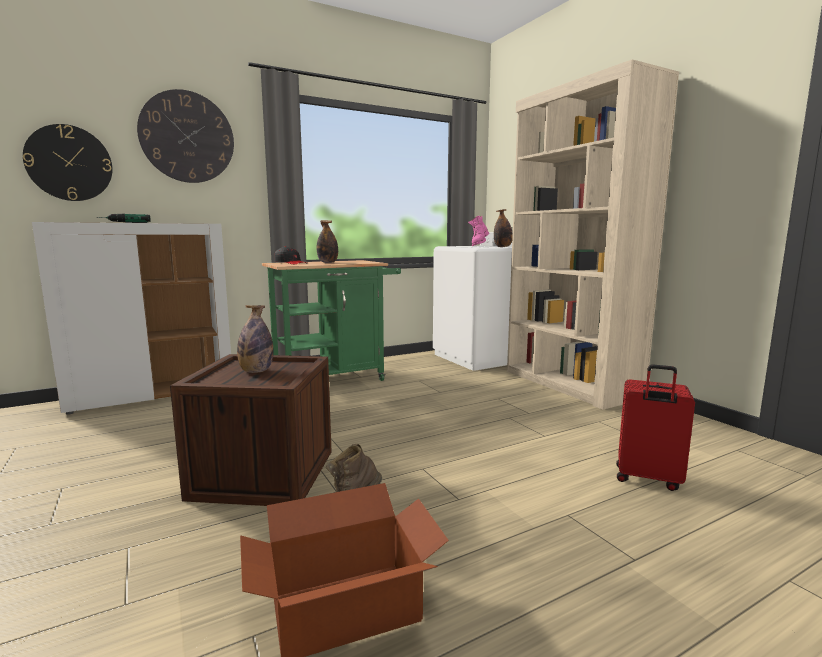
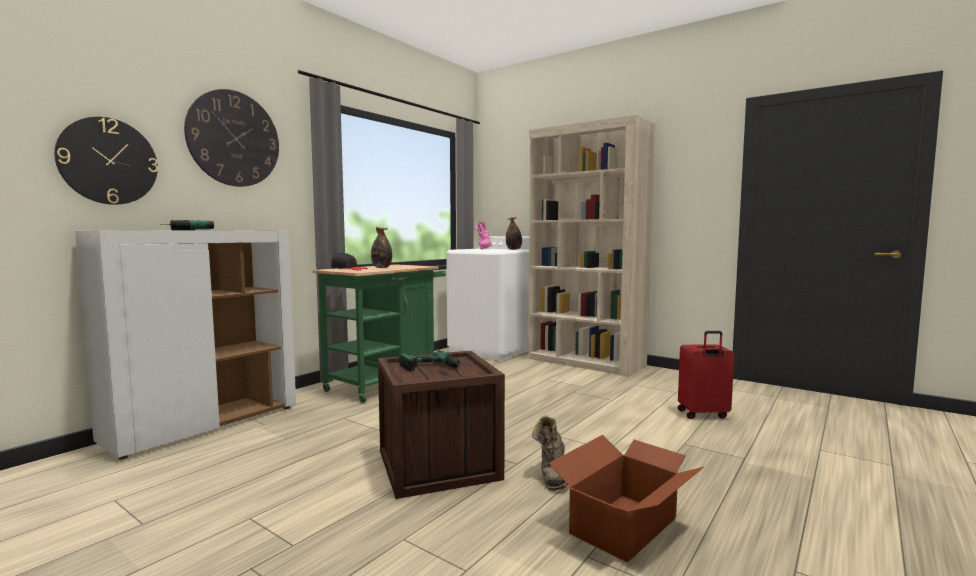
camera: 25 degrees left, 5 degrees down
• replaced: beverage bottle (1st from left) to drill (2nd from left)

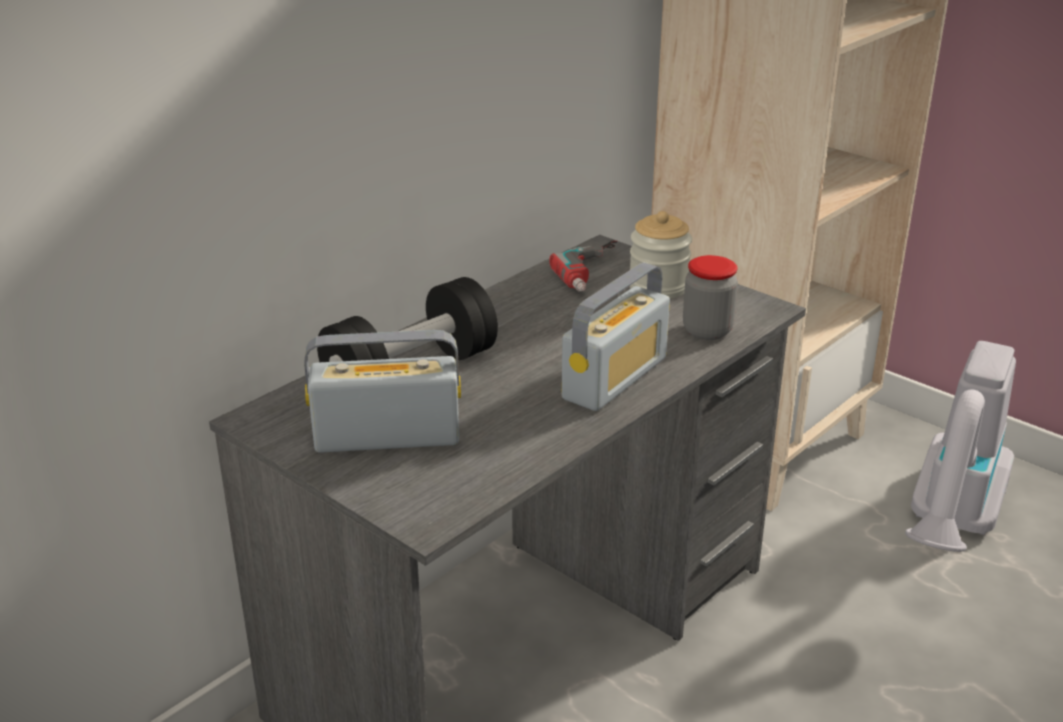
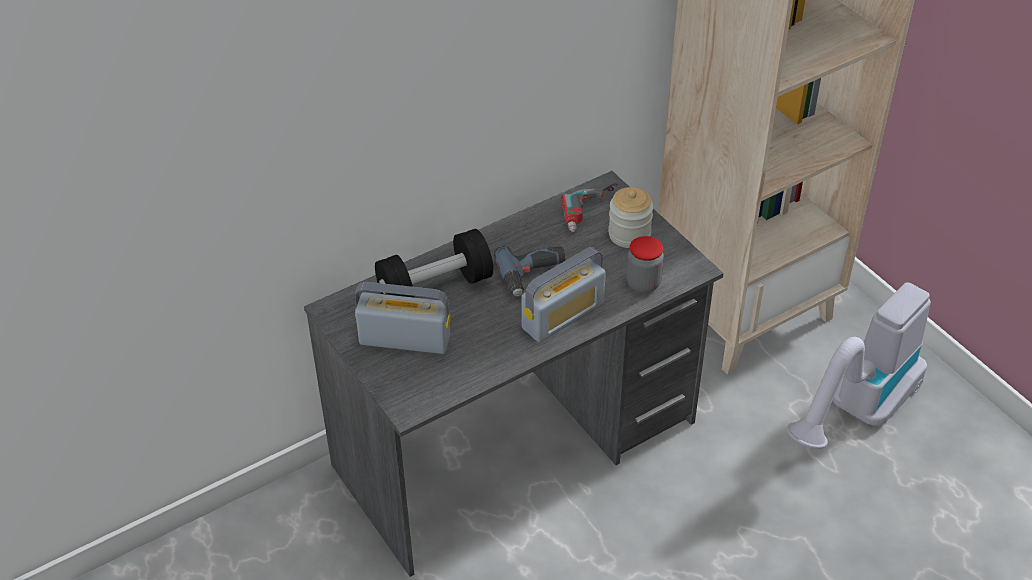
camera: 15 degrees right, 15 degrees up
• added: drill (1st from left)

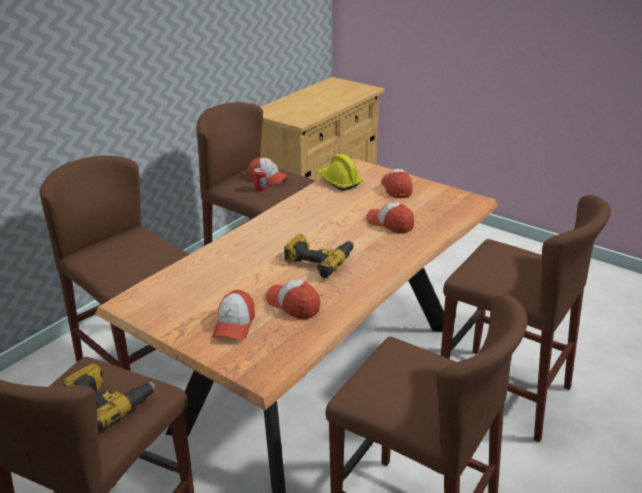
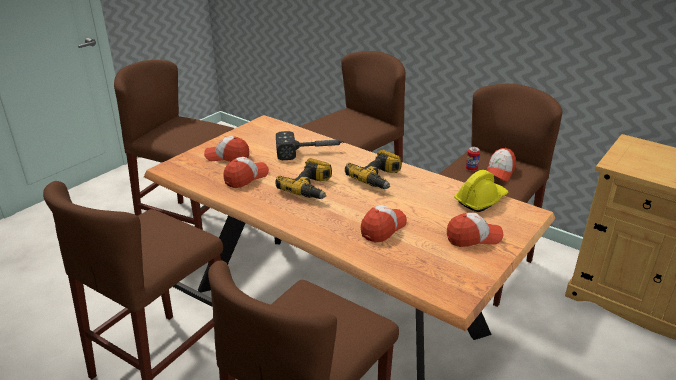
camera: 90 degrees right, 0 degrees up
• moved: drill (1st from left in the first image) to drill (2nd from left)
• added: hand hammer

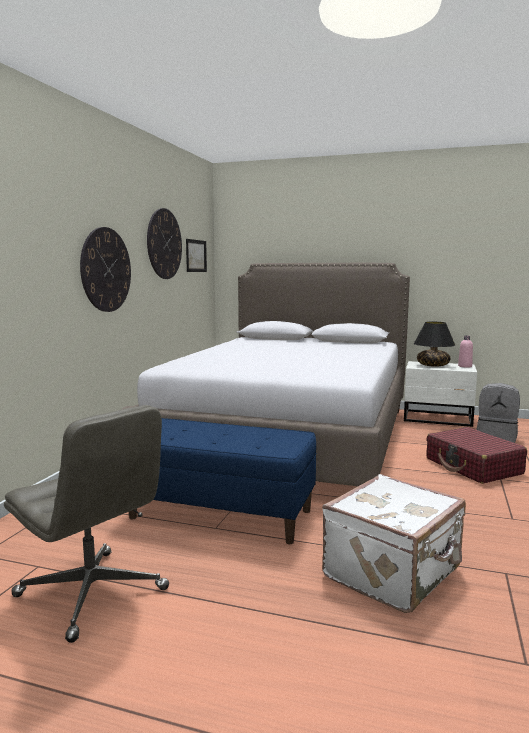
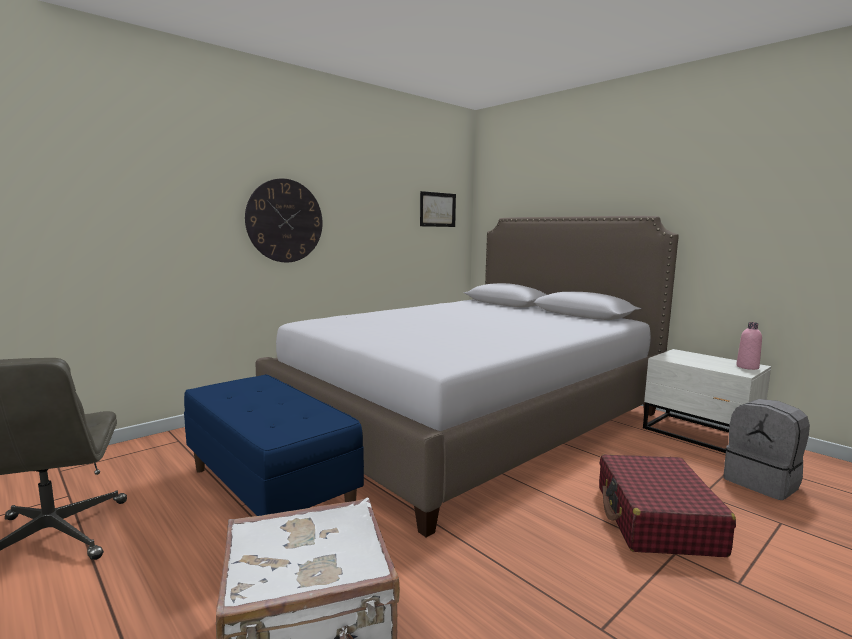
camera: 30 degrees right, 0 degrees up
• removed: clock on the wall (2nd from left)
• removed: black lamp for a table

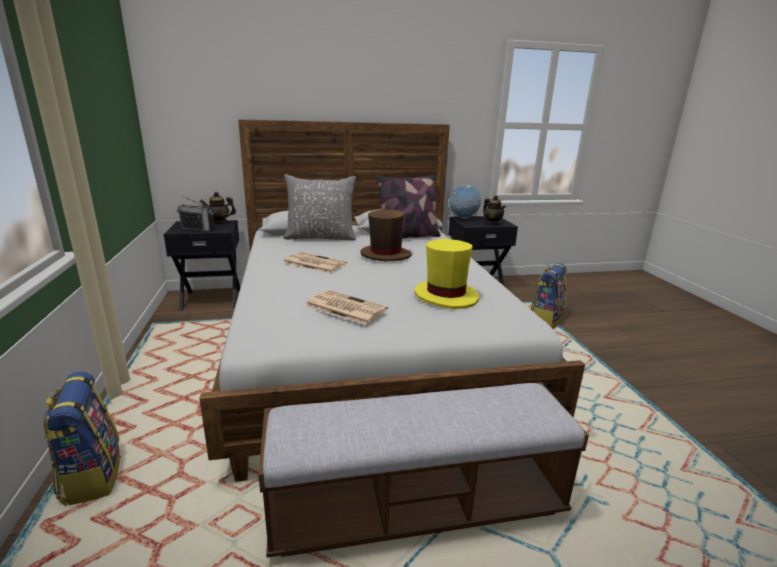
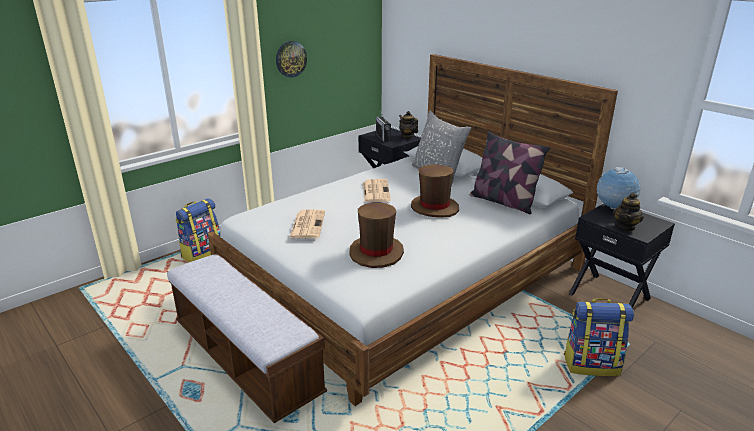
camera: 60 degrees right, 5 degrees up
• recoloured: yellow-coloured hat to brownish hat (1st from left)
• added: clock on the wall

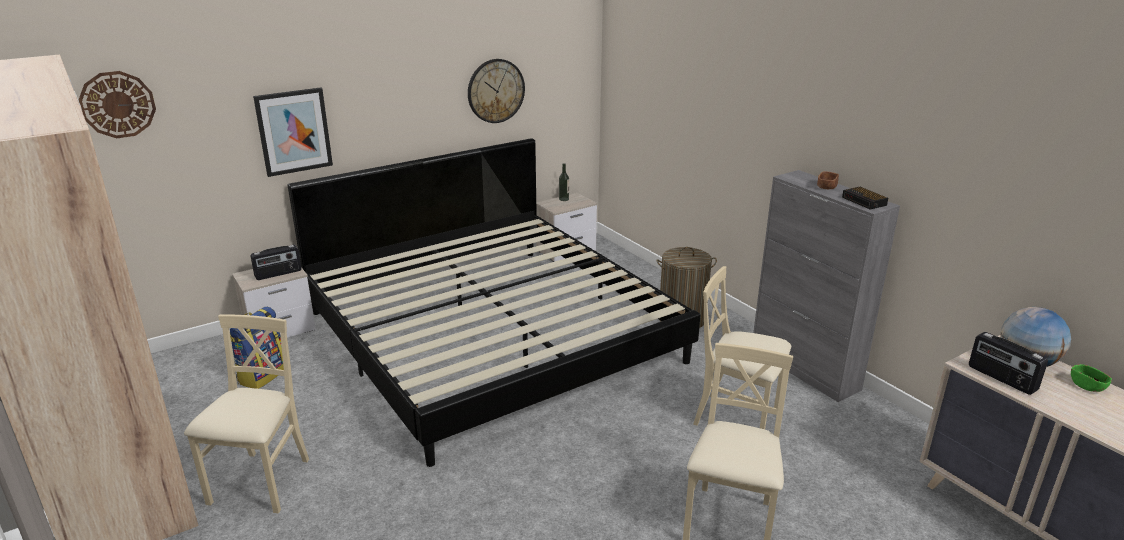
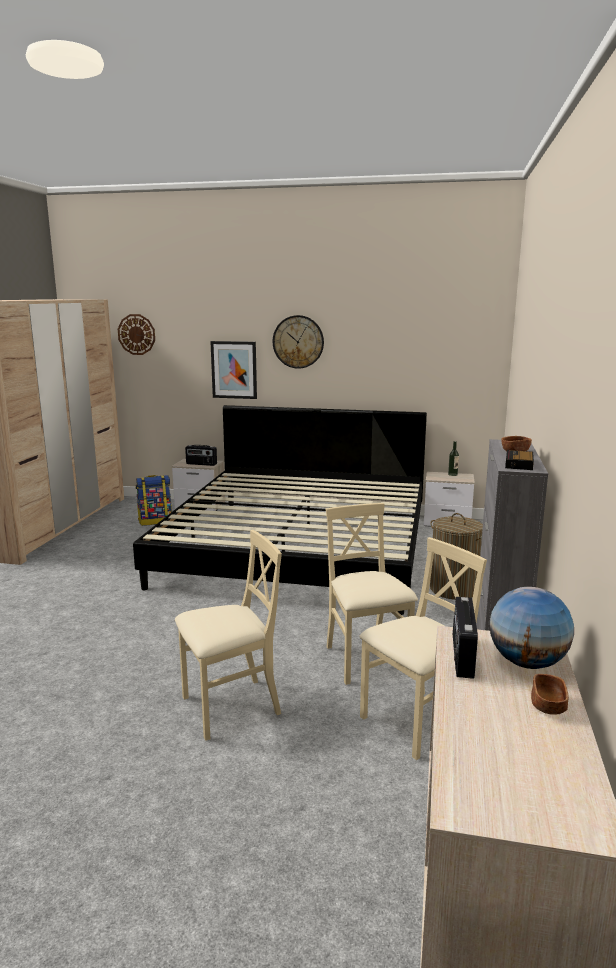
camera: 45 degrees right, 10 degrees down
• moved: clock on the wall (2nd from left)
• moved: beige chair (1st from left in the first image) to beige chair (3rd from left)
• recoloured: green deep dish to brownish deep dish (2nd from left)

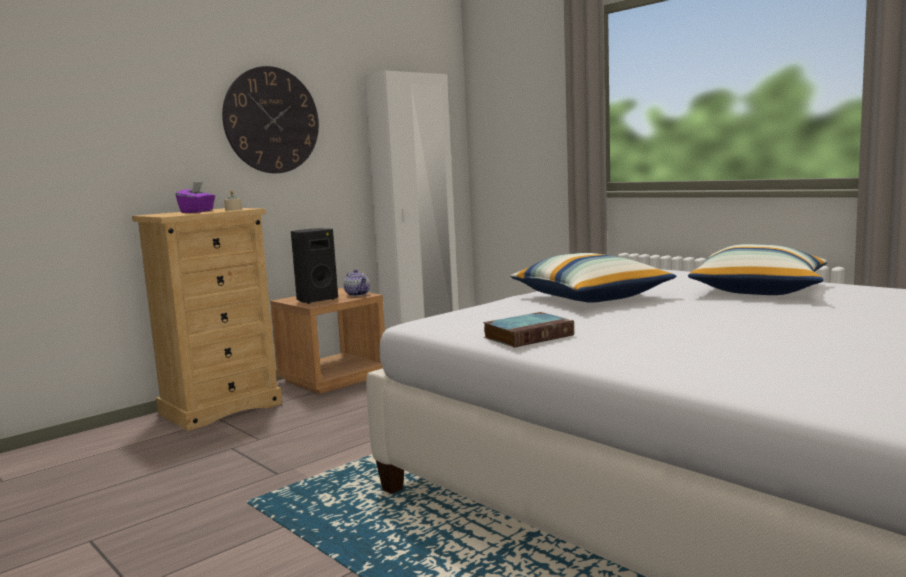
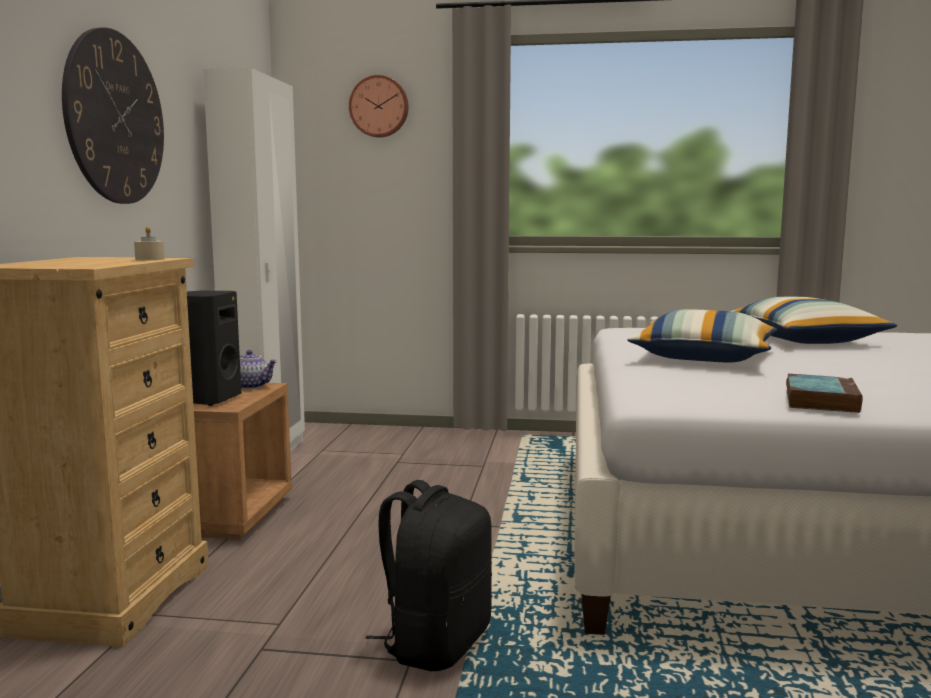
camera: 40 degrees left, 0 degrees up
• removed: purple tissue holder
• added: clock on the wall (2nd from left)
• added: black backpack

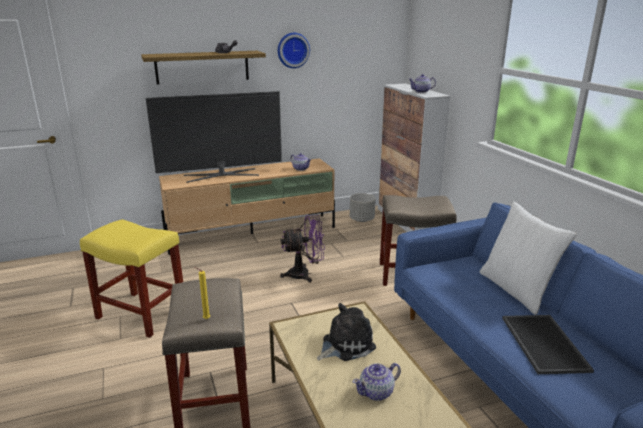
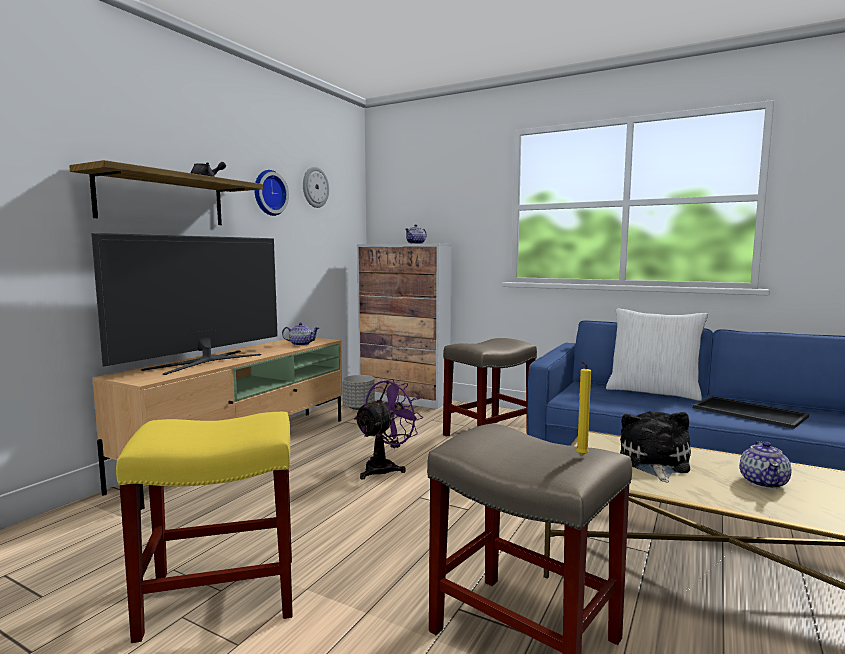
camera: 40 degrees left, 15 degrees down
• added: clock on the wall (2nd from left)

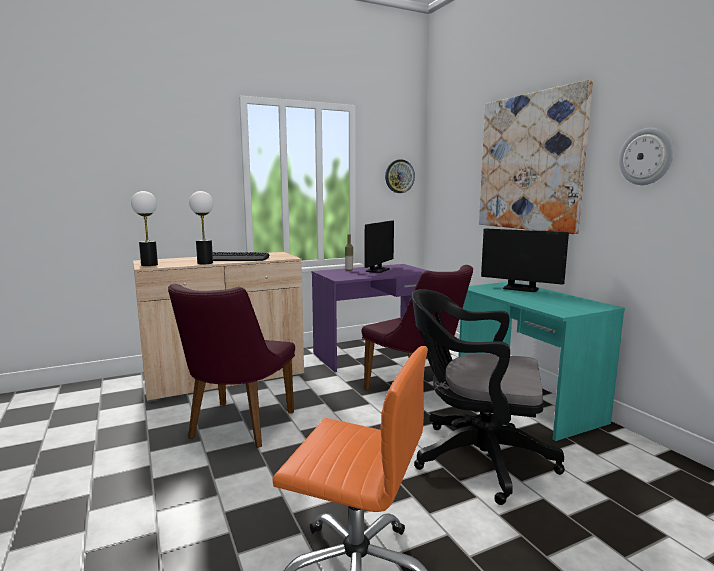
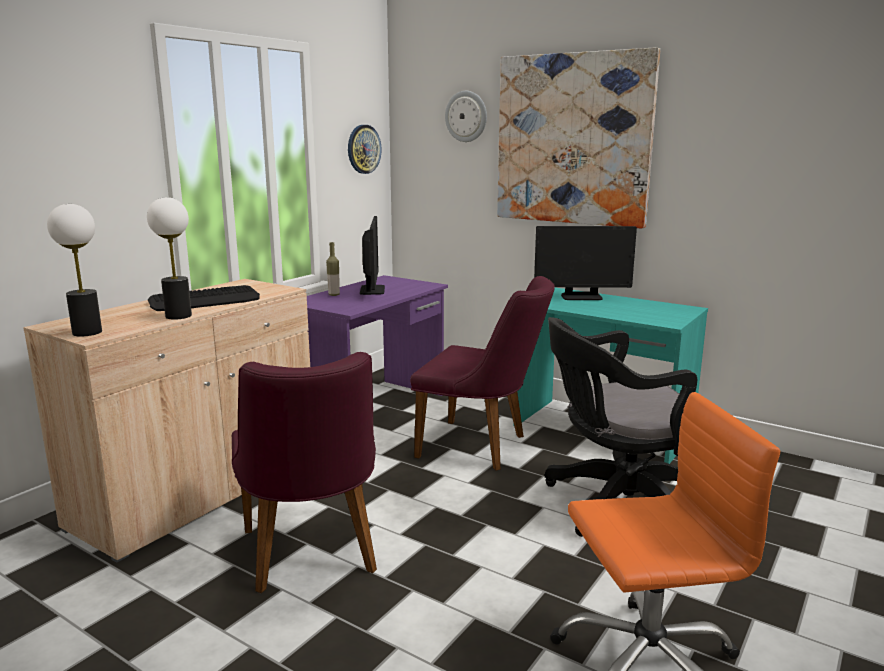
camera: 30 degrees left, 5 degrees up
• moved: clock on the wall (2nd from left)

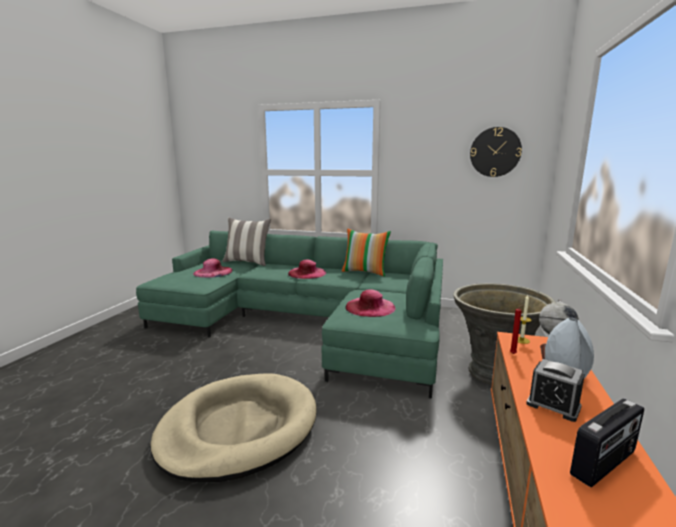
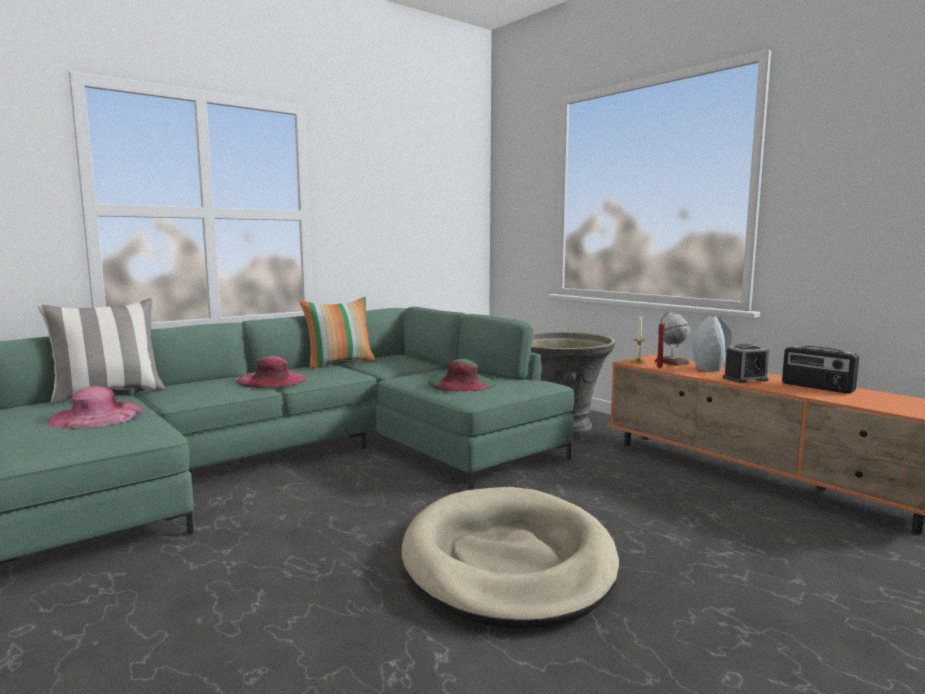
camera: 55 degrees left, 5 degrees down
• removed: clock on the wall
• recoloured: pink hat (3rd from left) to green hat
• turned: radio set 135 degrees clockwise

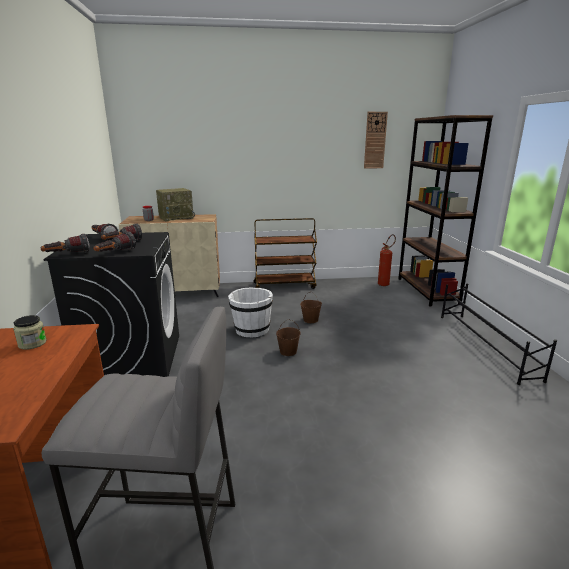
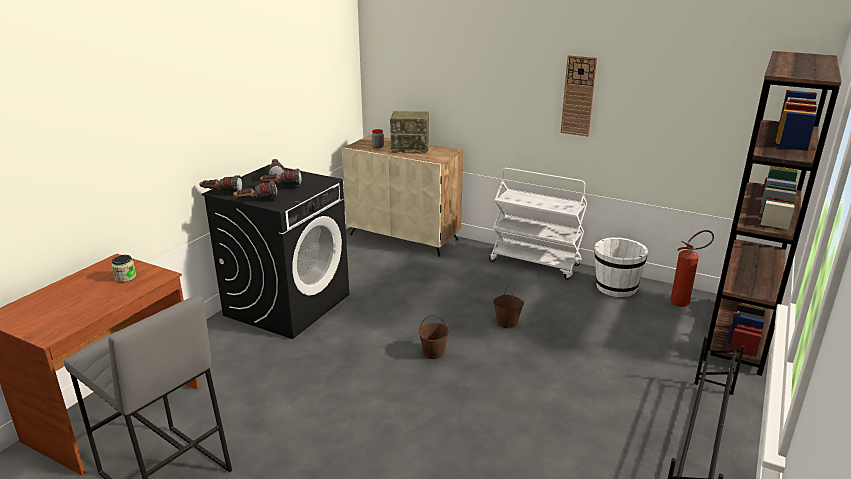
camera: 35 degrees right, 5 degrees up
• moved: clock on the wall
• recoloured: brownish cart to whitish cart
• moved: whitish bucket

